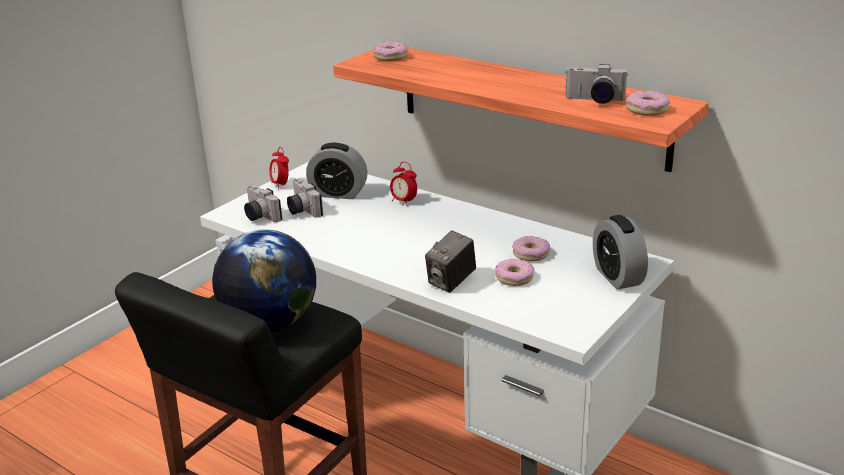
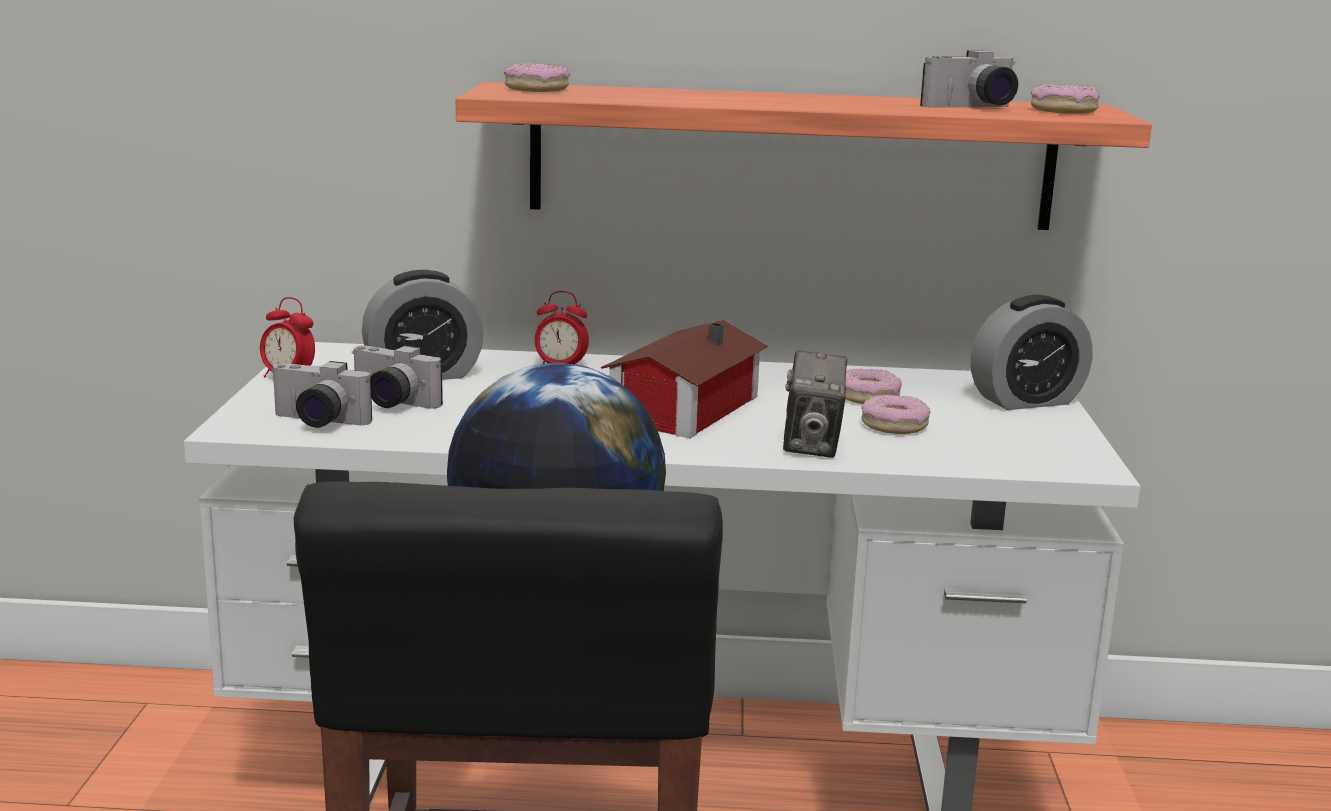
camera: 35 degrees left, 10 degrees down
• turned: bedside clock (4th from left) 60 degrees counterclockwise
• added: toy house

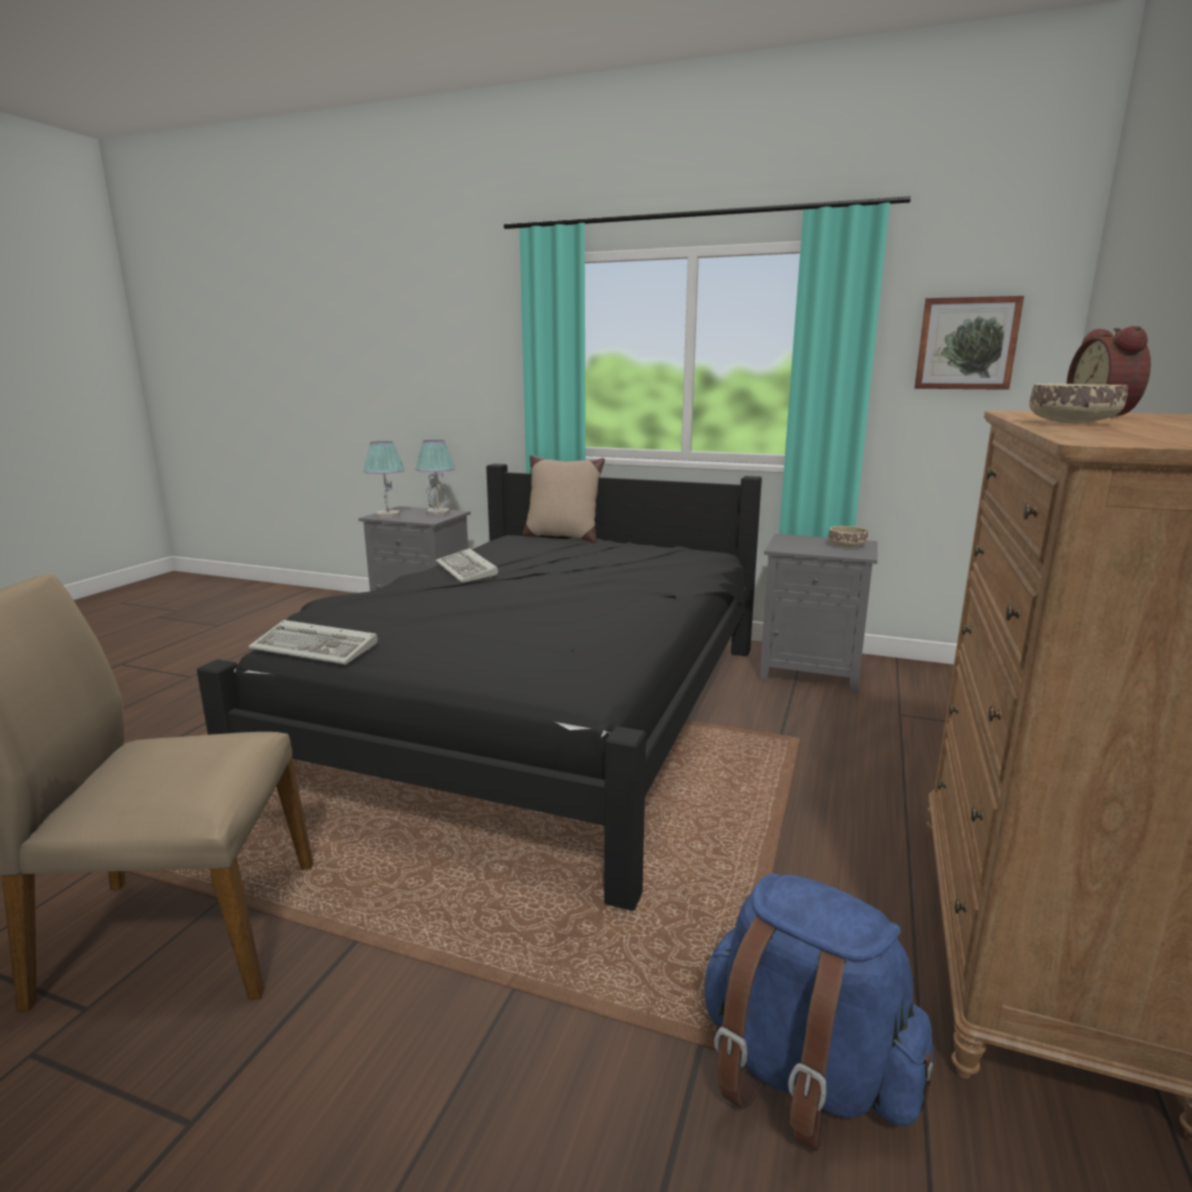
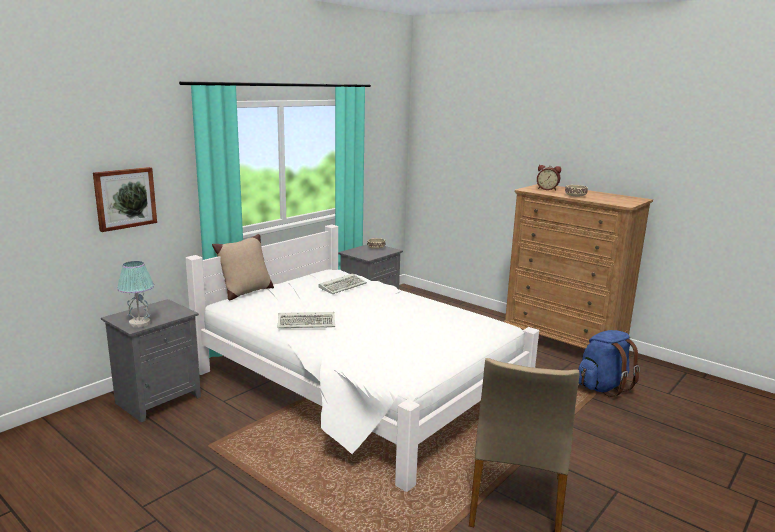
camera: 70 degrees left, 0 degrees up
• moved: wall art
• removed: lamp for a table (2nd from left)
• recoloured: black sleeping bed to whitish sleeping bed
• moved: PC keyboard (1st from left in the first image) to PC keyboard (2nd from left)

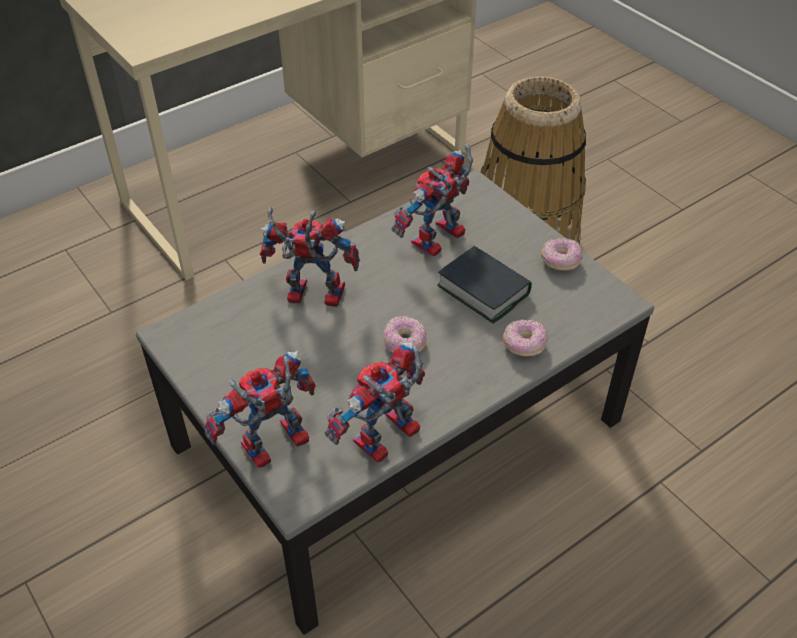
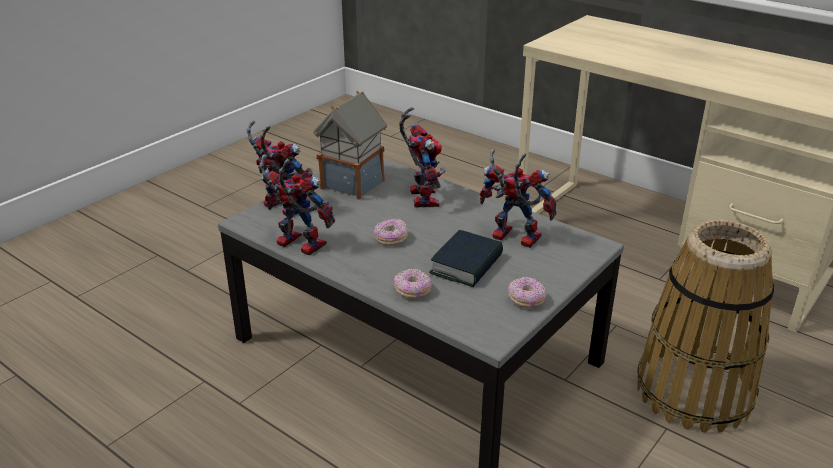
camera: 75 degrees right, 15 degrees down
• added: toy house

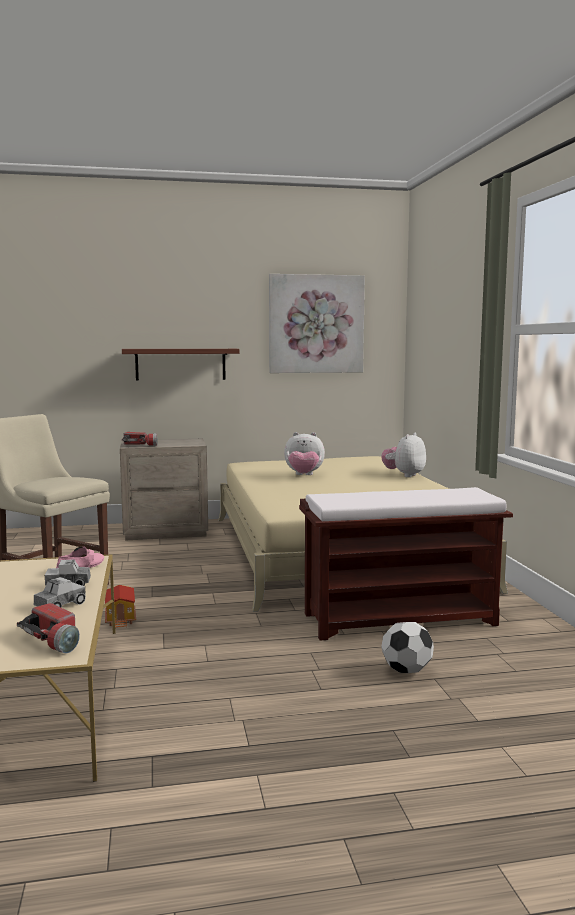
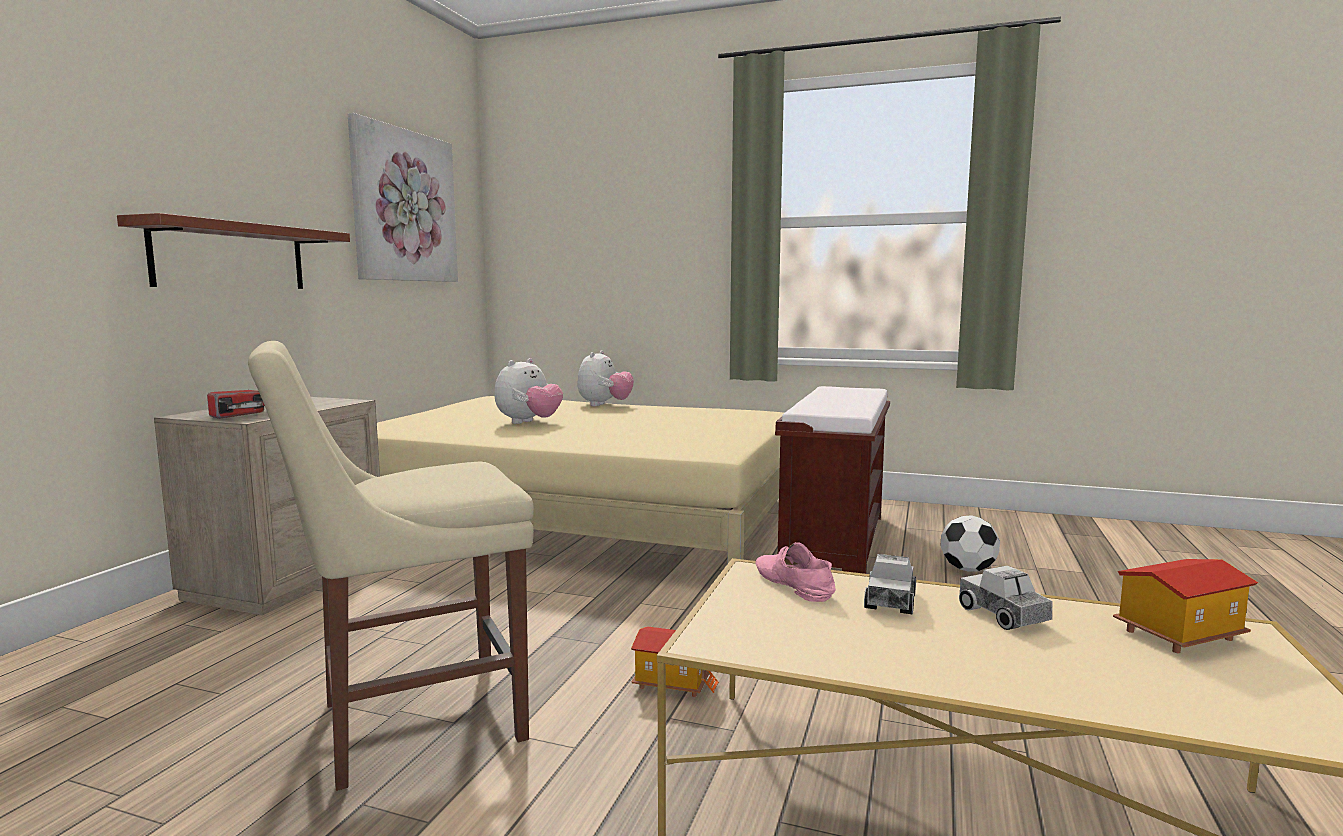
camera: 60 degrees left, 0 degrees up
• turned: plush toy (2nd from left) 135 degrees counterclockwise
• replaced: flashlight (1st from left) to toy house (2nd from left)

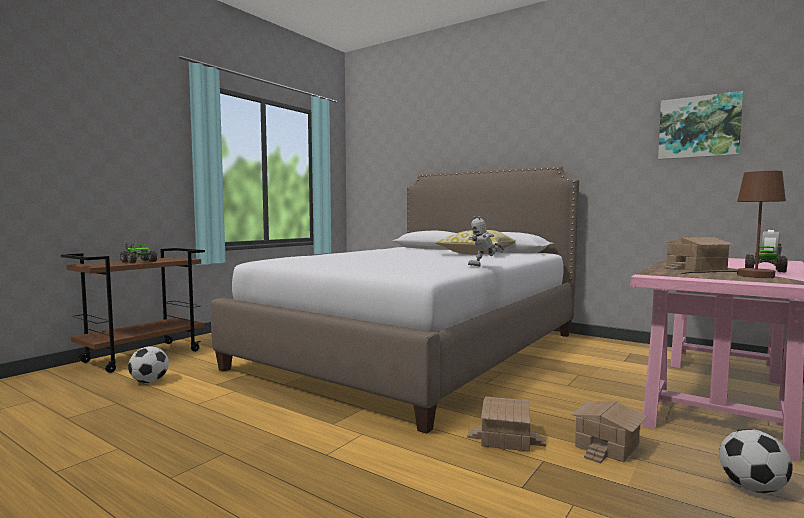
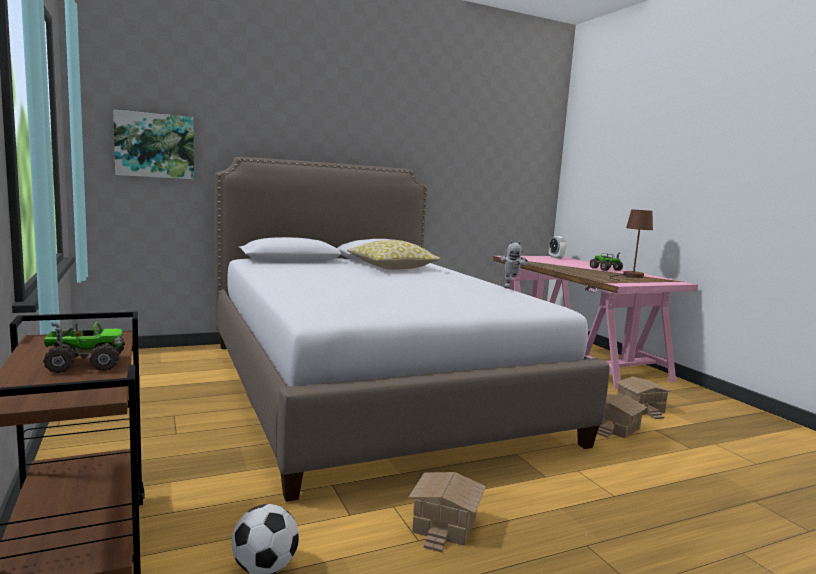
camera: 60 degrees left, 5 degrees up
• moved: wall art
• moved: toy house (3rd from left in the first image) to toy house (1st from left)
• removed: football ball (2nd from left)

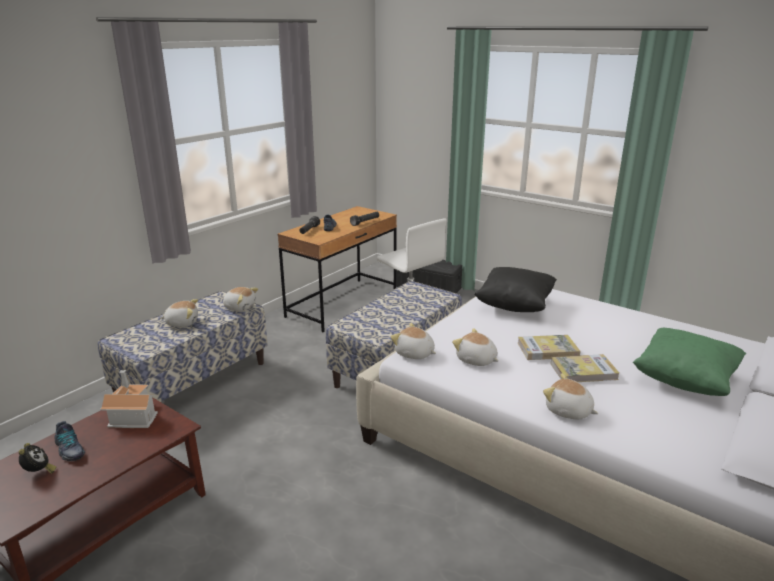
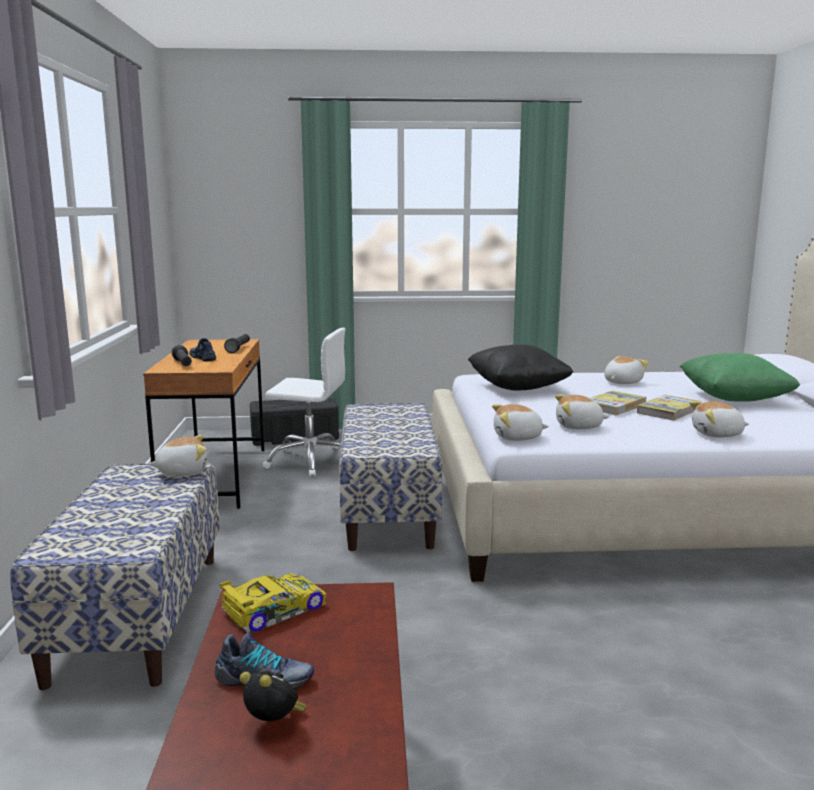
camera: 40 degrees left, 10 degrees down
• moved: plush toy (1st from left in the first image) to plush toy (4th from left)
• replaced: toy house to model car

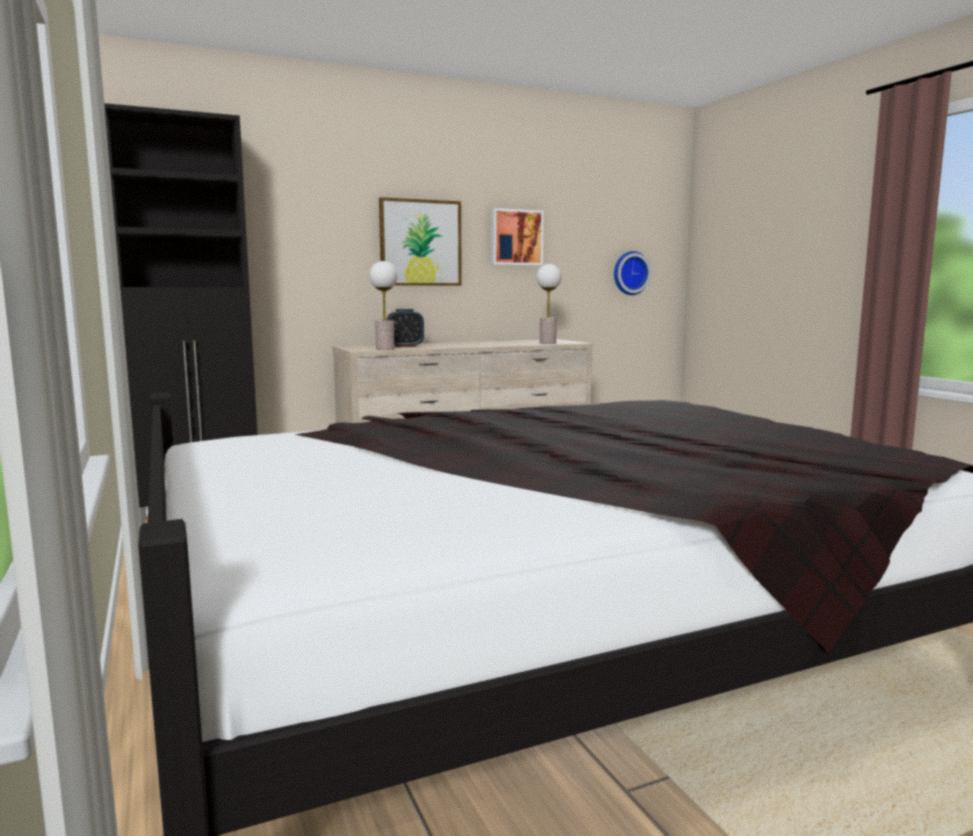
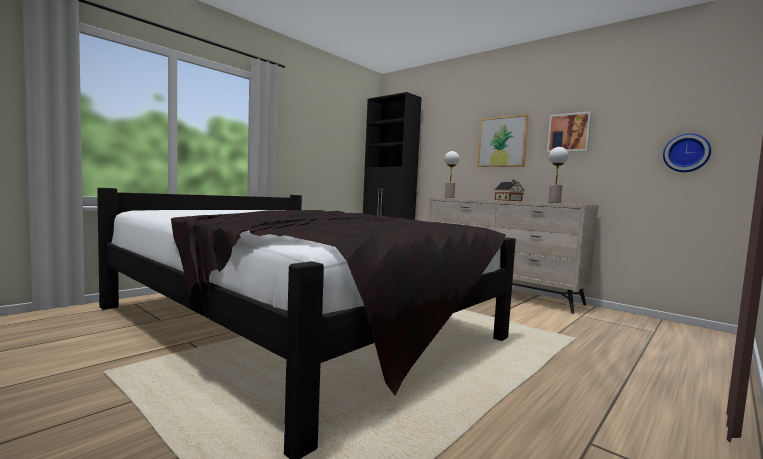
camera: 65 degrees right, 5 degrees down
• removed: bedside clock
• added: toy house

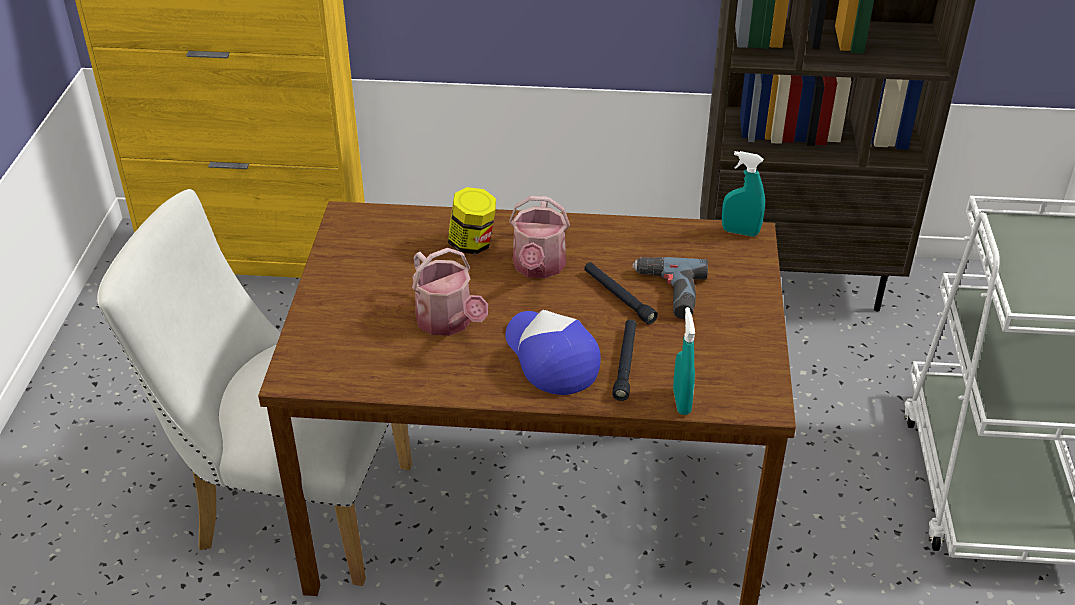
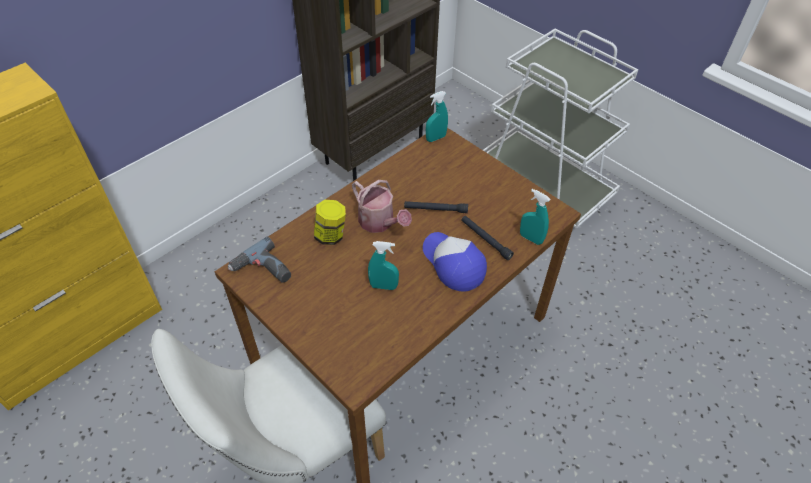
camera: 50 degrees left, 10 degrees up
• replaced: sprinkling can (1st from left) to turquoise-coloured sprayer (1st from left)
• moved: drill
• turned: baseball cap 45 degrees clockwise

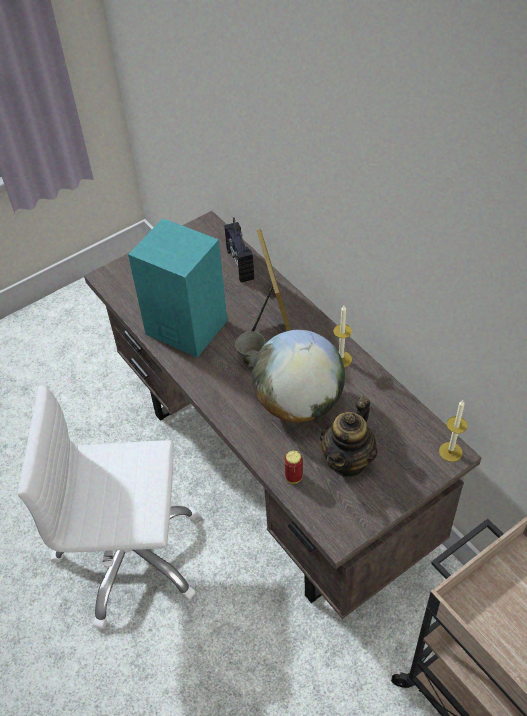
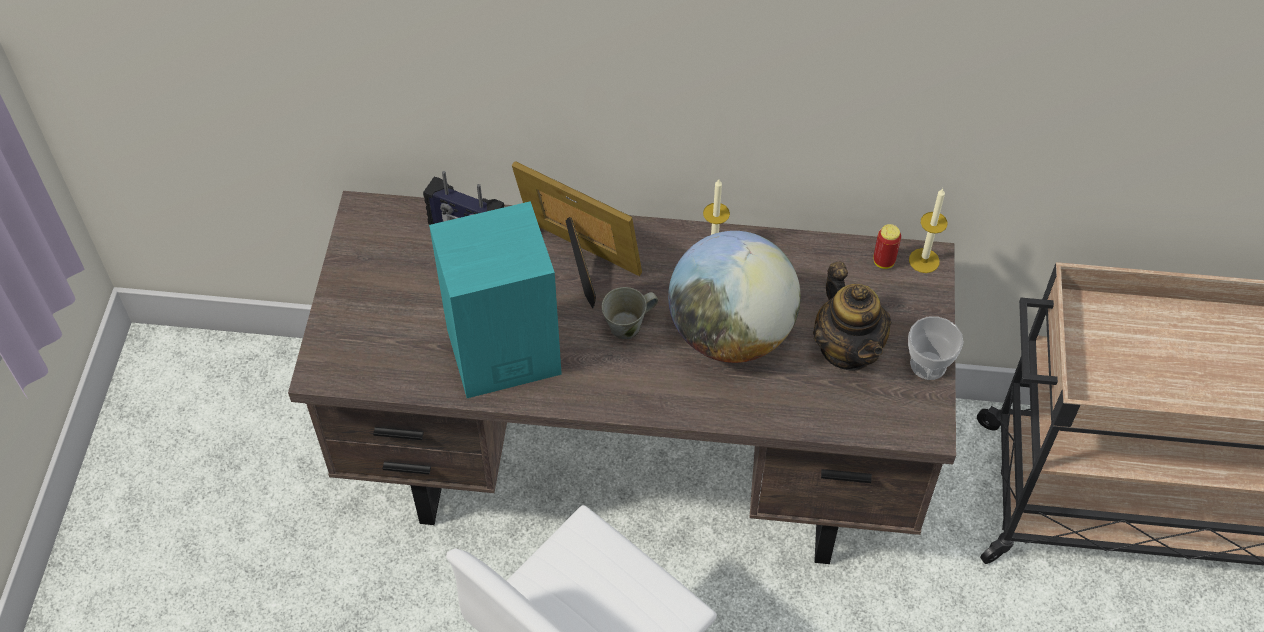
camera: 50 degrees left, 5 degrees up
• moved: can
• added: small cup

